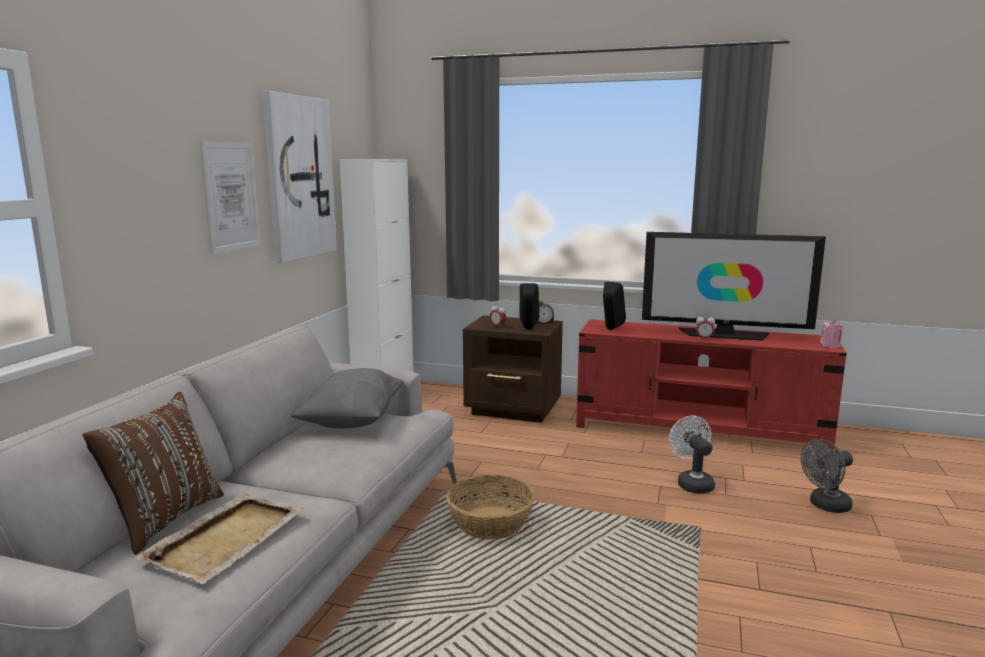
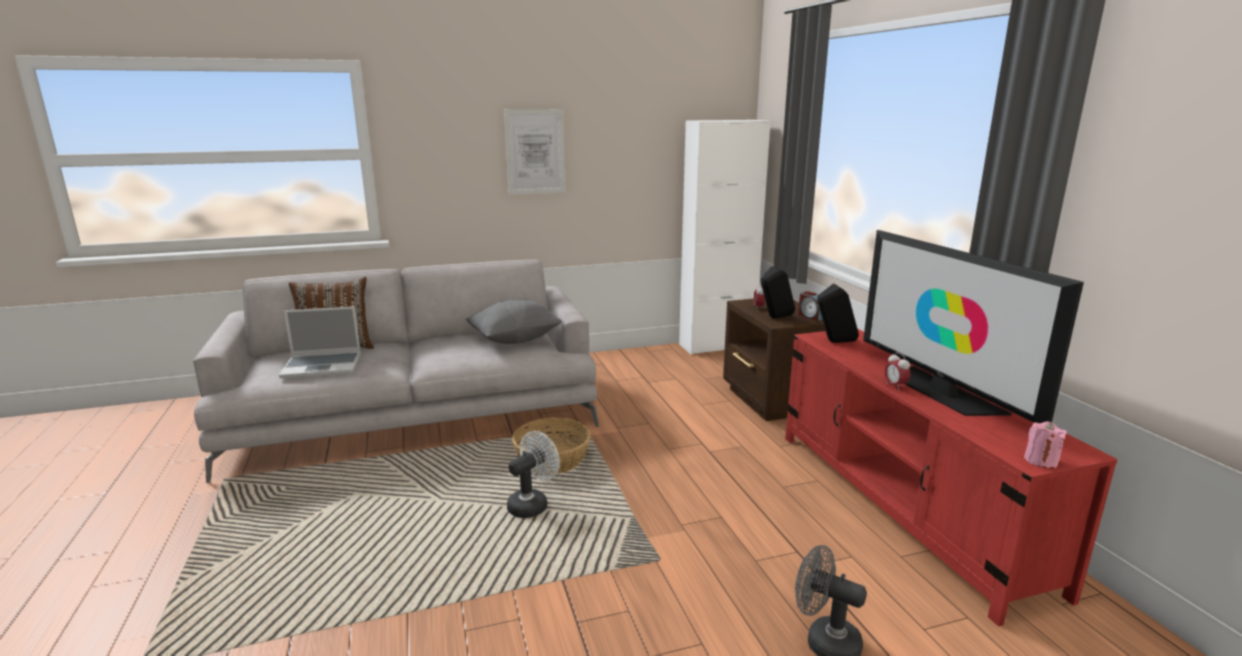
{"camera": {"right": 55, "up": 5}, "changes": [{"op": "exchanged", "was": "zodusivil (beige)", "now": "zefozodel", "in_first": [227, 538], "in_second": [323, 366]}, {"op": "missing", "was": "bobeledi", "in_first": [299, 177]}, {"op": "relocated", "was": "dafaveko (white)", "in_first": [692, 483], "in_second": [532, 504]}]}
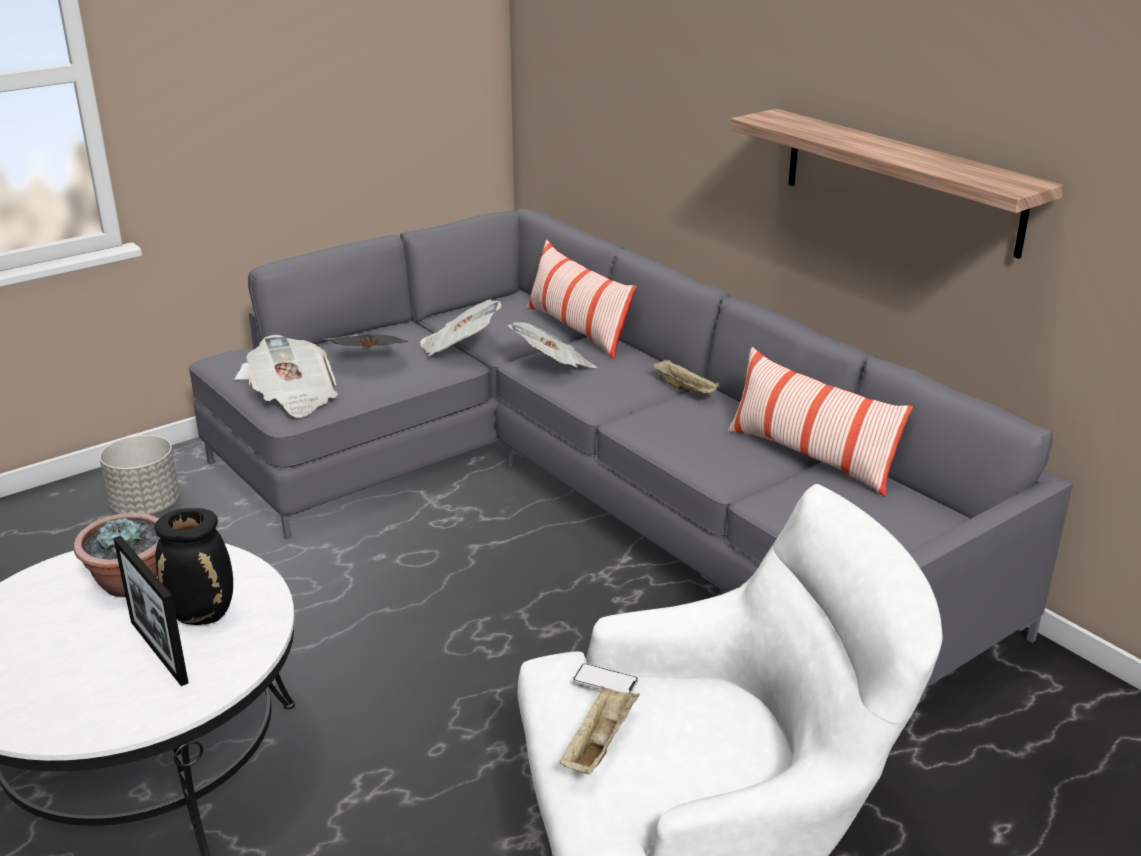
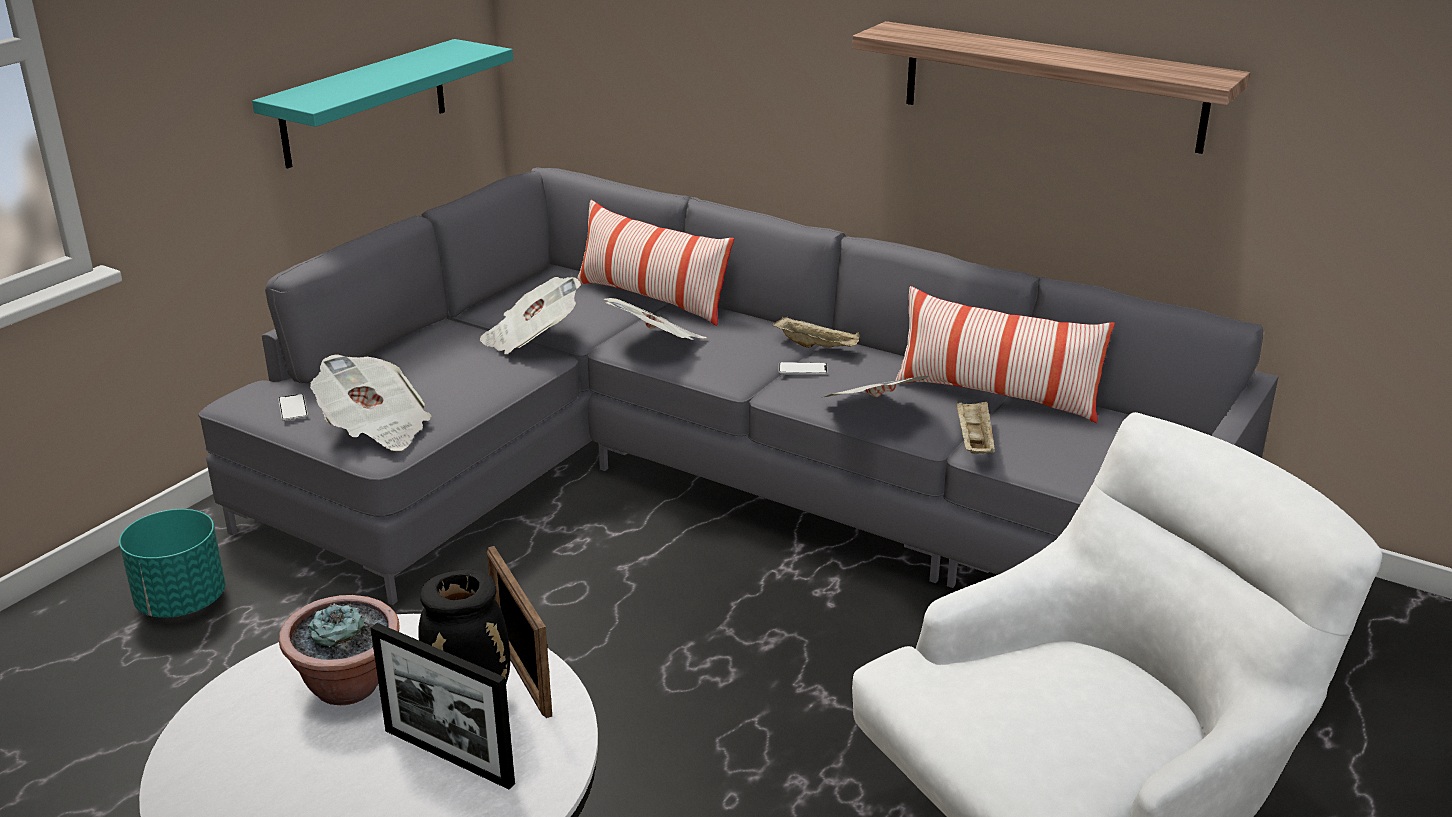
{"camera": {"right": -20, "up": 0}, "changes": [{"op": "colour", "was": "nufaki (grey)", "now": "nufaki (turquoise)", "in_first": [146, 507], "in_second": [182, 603]}, {"op": "relocated", "was": "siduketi", "in_first": [369, 361], "in_second": [873, 413]}, {"op": "relocated", "was": "zodusivil (beige)", "in_first": [599, 744], "in_second": [973, 441]}, {"op": "relocated", "was": "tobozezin", "in_first": [605, 681], "in_second": [802, 369]}, {"op": "appeared", "now": "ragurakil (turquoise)", "in_second": [364, 103]}, {"op": "appeared", "now": "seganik", "in_second": [522, 673]}]}
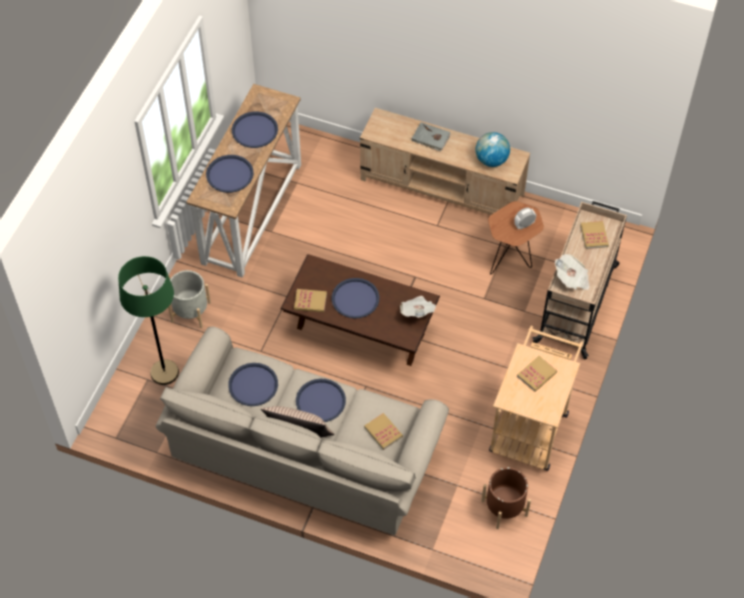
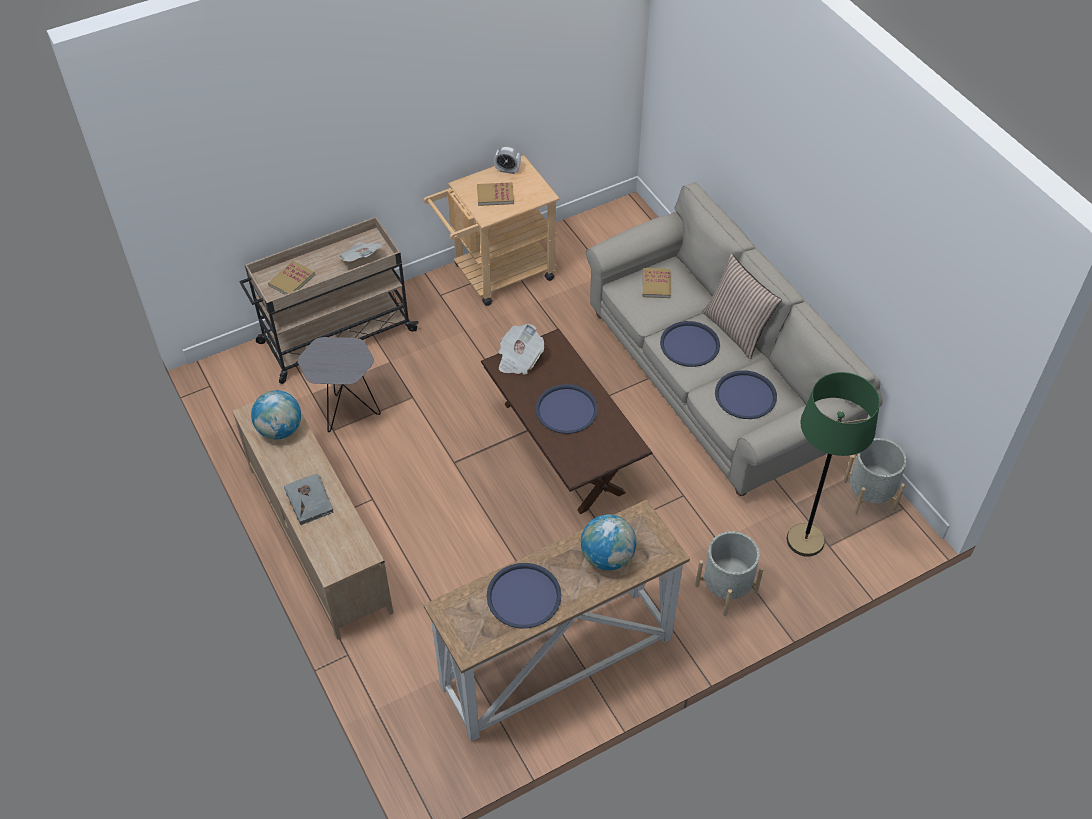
{"camera": {"right": -140, "up": -5}, "changes": [{"op": "exchanged", "was": "zodusivil (blue)", "now": "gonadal", "in_first": [230, 174], "in_second": [607, 557]}, {"op": "missing", "was": "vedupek", "in_first": [310, 301]}, {"op": "missing", "was": "nufaki (brown)", "in_first": [504, 508]}, {"op": "colour", "was": "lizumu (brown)", "now": "lizumu (grey)", "in_first": [510, 261], "in_second": [345, 413]}, {"op": "relocated", "was": "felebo", "in_first": [524, 225], "in_second": [507, 170]}, {"op": "appeared", "now": "nufaki (grey)", "in_second": [869, 495]}]}
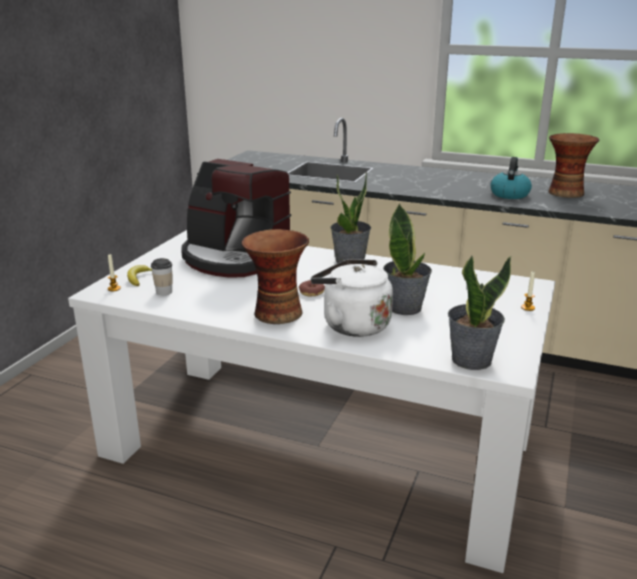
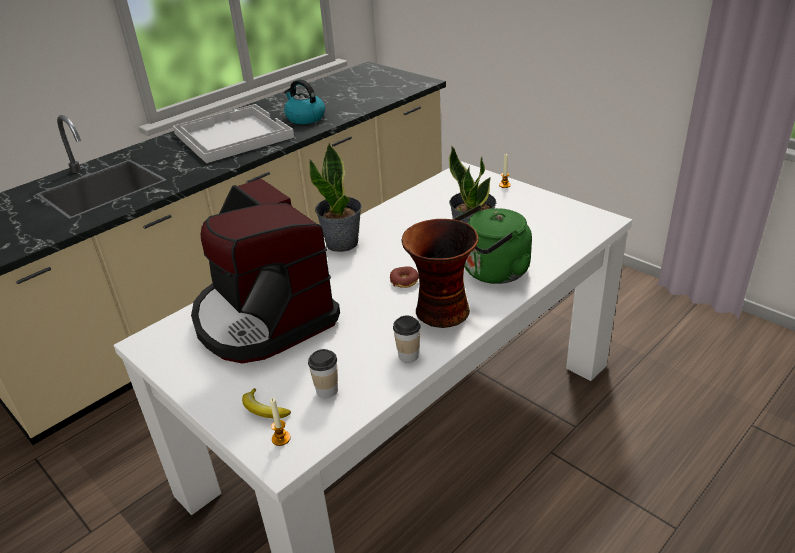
{"camera": {"right": -65, "up": 10}, "changes": [{"op": "spun", "was": "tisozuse", "in_first": [235, 257], "in_second": [263, 317], "clockwise": 90}, {"op": "colour", "was": "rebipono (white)", "now": "rebipono (green)", "in_first": [352, 324], "in_second": [492, 272]}, {"op": "missing", "was": "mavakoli", "in_first": [471, 359]}, {"op": "missing", "was": "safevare", "in_first": [565, 193]}, {"op": "appeared", "now": "zodusivil (white)", "in_second": [232, 135]}, {"op": "appeared", "now": "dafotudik", "in_second": [408, 355]}]}
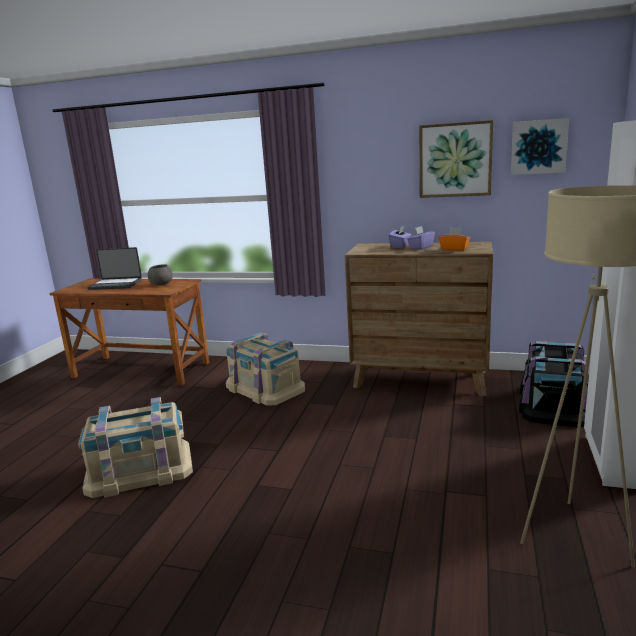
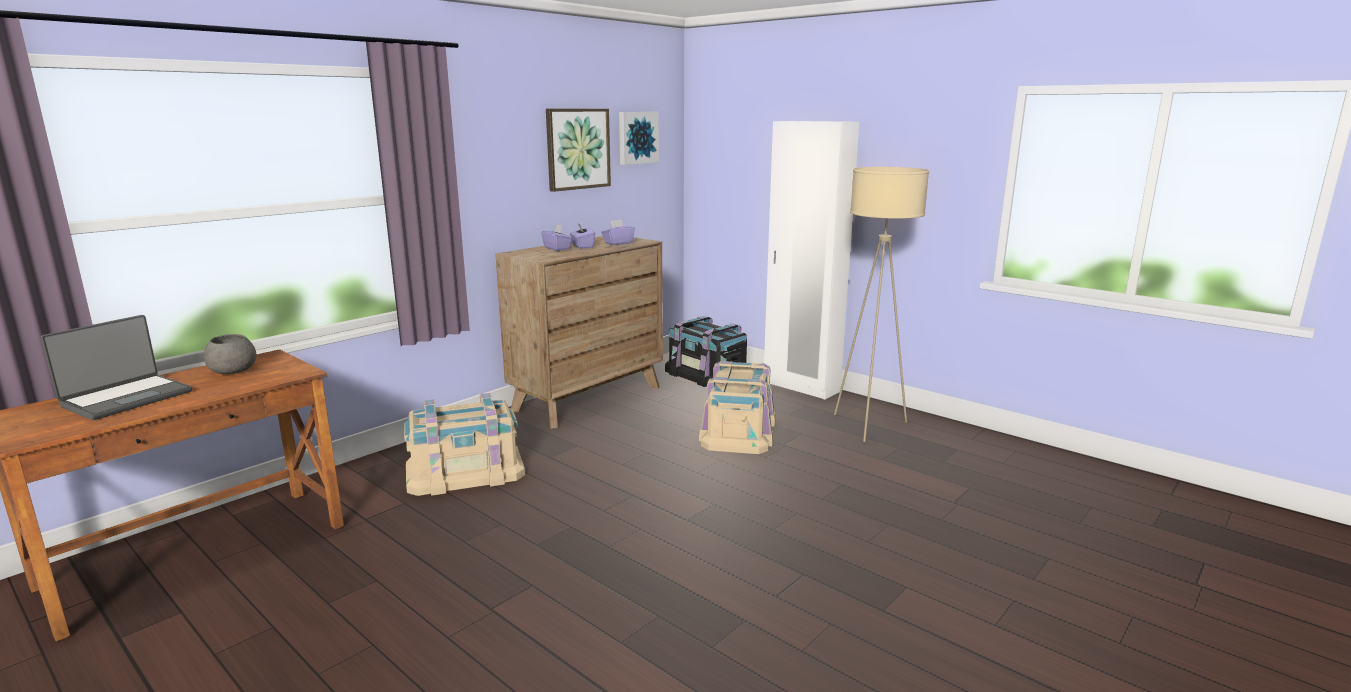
{"camera": {"right": -65, "up": 0}, "changes": [{"op": "relocated", "was": "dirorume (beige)", "in_first": [139, 470], "in_second": [738, 431]}, {"op": "colour", "was": "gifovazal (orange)", "now": "gifovazal (purple)", "in_first": [454, 249], "in_second": [618, 243]}]}
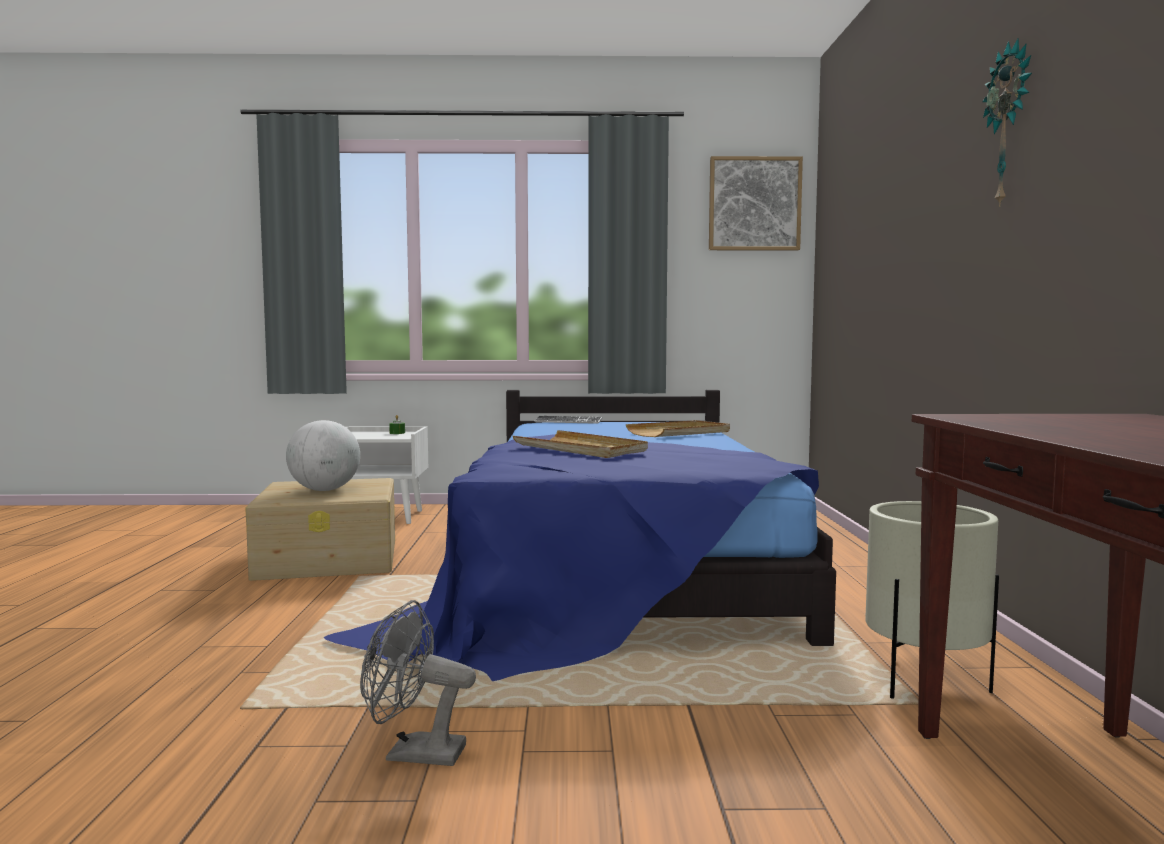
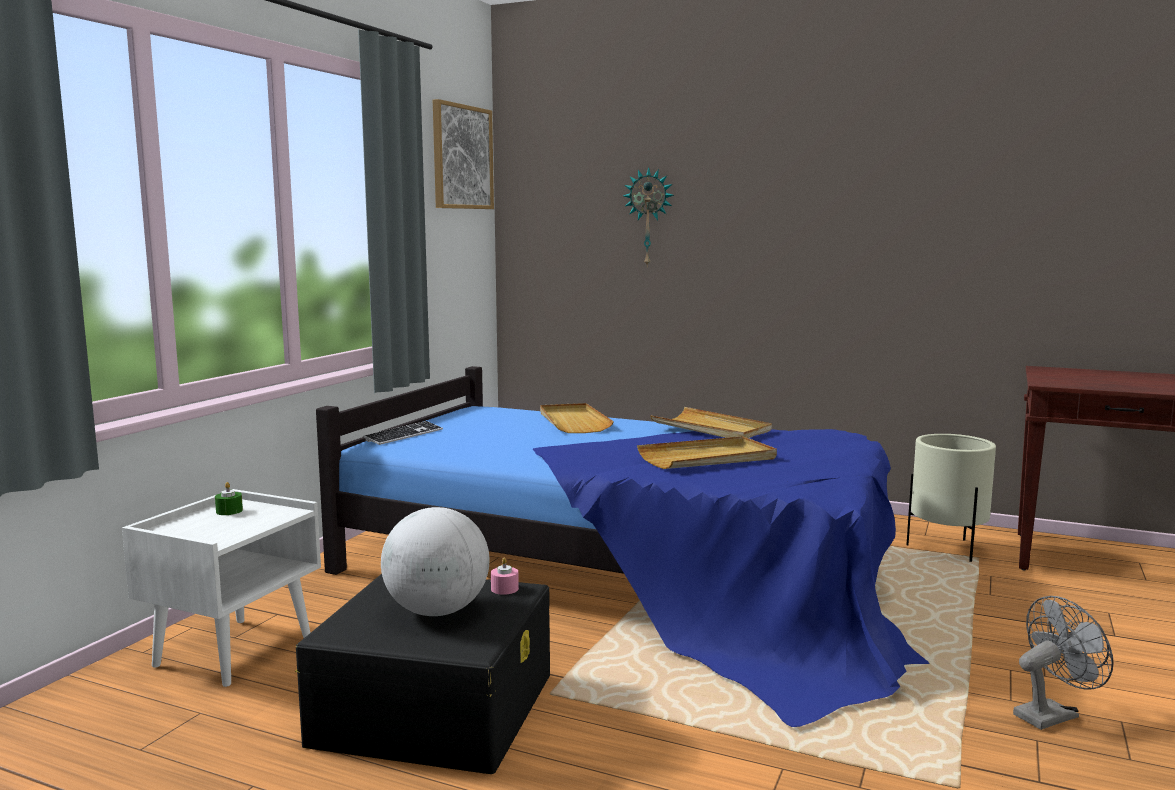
{"camera": {"right": -65, "up": 5}, "changes": [{"op": "colour", "was": "dirorume (beige)", "now": "dirorume (black)", "in_first": [330, 558], "in_second": [436, 707]}, {"op": "spun", "was": "dafaveko (grey)", "in_first": [414, 754], "in_second": [1051, 714], "clockwise": -150}, {"op": "relocated", "was": "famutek", "in_first": [1010, 124], "in_second": [649, 217]}, {"op": "appeared", "now": "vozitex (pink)", "in_second": [504, 589]}, {"op": "appeared", "now": "zodusivil (beige)", "in_second": [711, 428]}]}
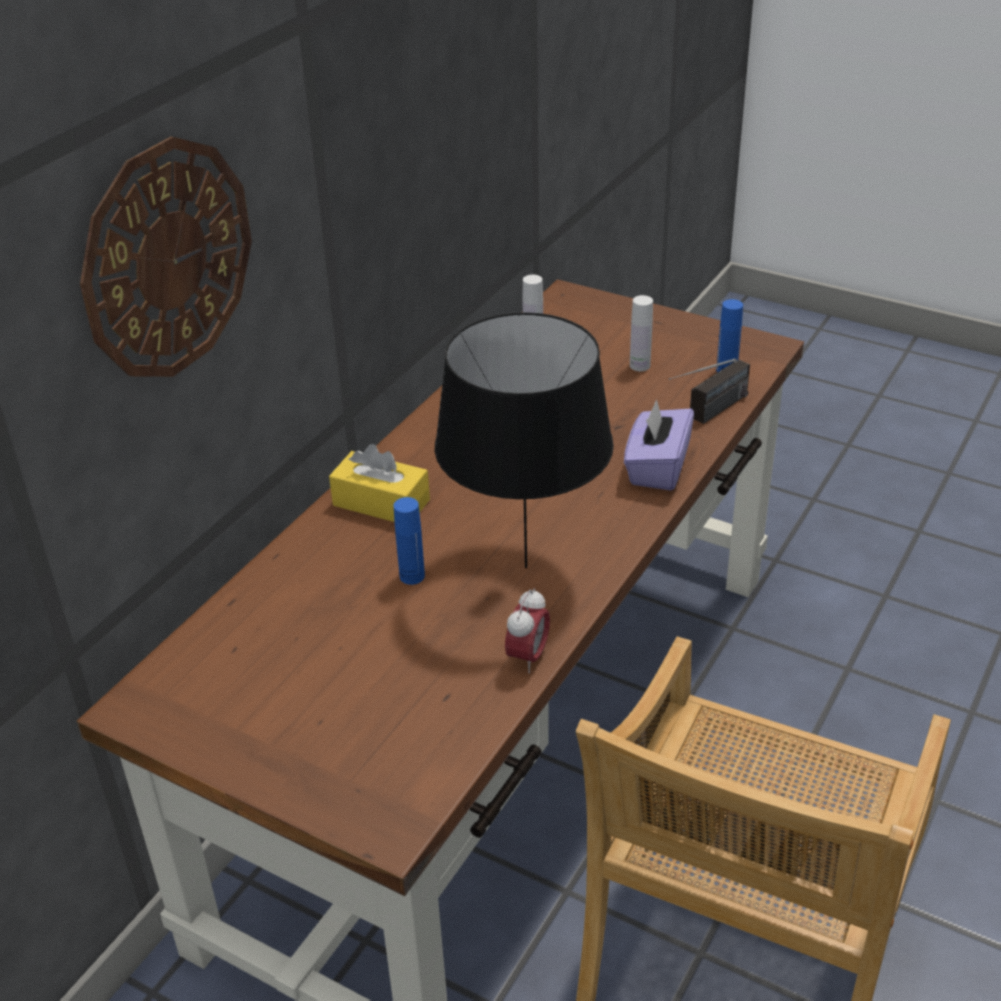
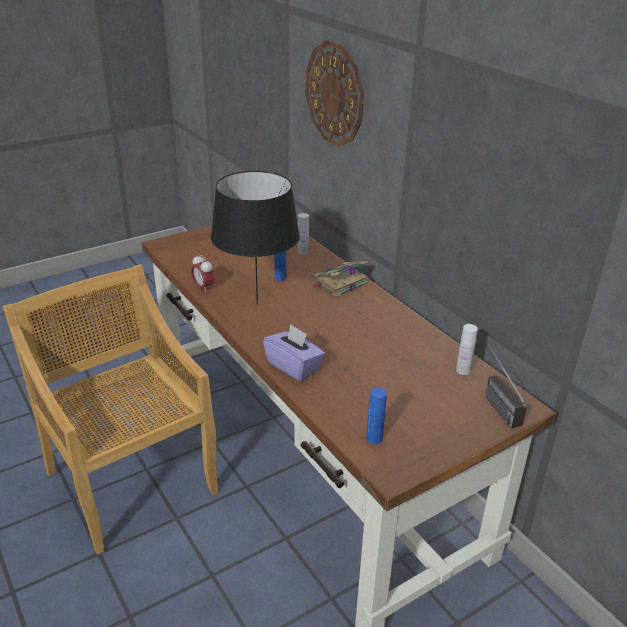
{"camera": {"right": 115, "up": -5}, "changes": [{"op": "exchanged", "was": "gifovazal (yellow)", "now": "vedupek", "in_first": [381, 503], "in_second": [339, 283]}, {"op": "relocated", "was": "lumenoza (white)", "in_first": [639, 366], "in_second": [302, 252]}, {"op": "relocated", "was": "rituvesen", "in_first": [708, 415], "in_second": [494, 402]}]}
